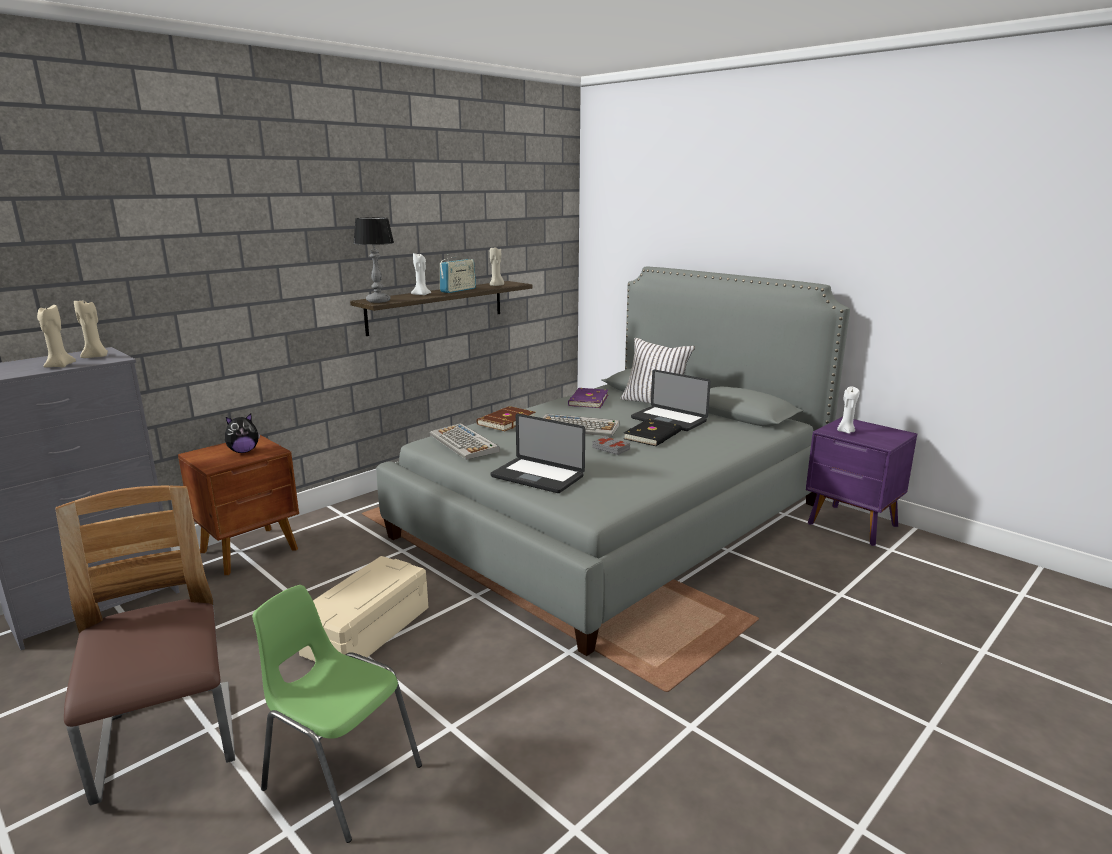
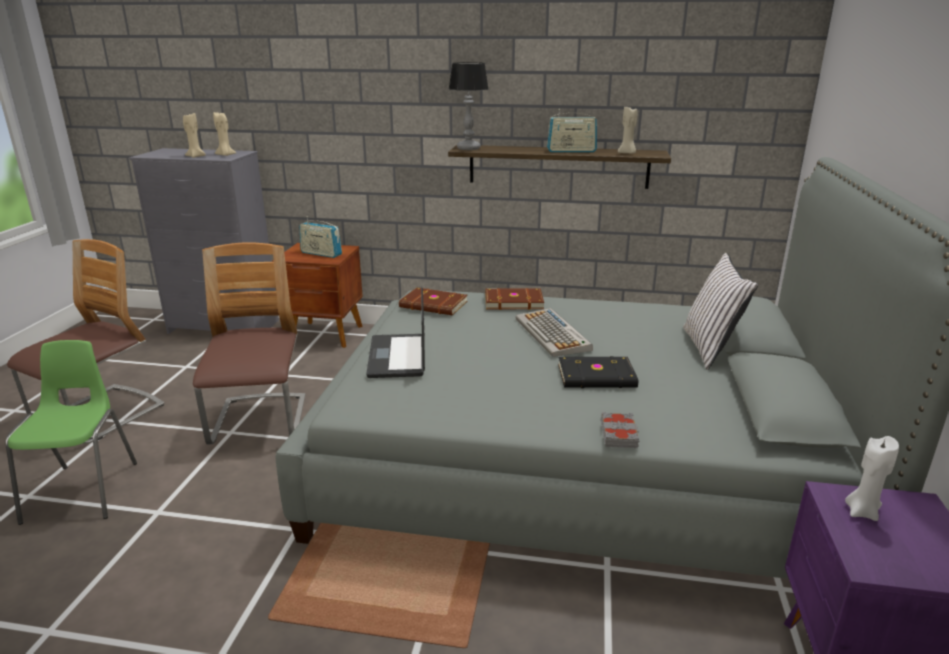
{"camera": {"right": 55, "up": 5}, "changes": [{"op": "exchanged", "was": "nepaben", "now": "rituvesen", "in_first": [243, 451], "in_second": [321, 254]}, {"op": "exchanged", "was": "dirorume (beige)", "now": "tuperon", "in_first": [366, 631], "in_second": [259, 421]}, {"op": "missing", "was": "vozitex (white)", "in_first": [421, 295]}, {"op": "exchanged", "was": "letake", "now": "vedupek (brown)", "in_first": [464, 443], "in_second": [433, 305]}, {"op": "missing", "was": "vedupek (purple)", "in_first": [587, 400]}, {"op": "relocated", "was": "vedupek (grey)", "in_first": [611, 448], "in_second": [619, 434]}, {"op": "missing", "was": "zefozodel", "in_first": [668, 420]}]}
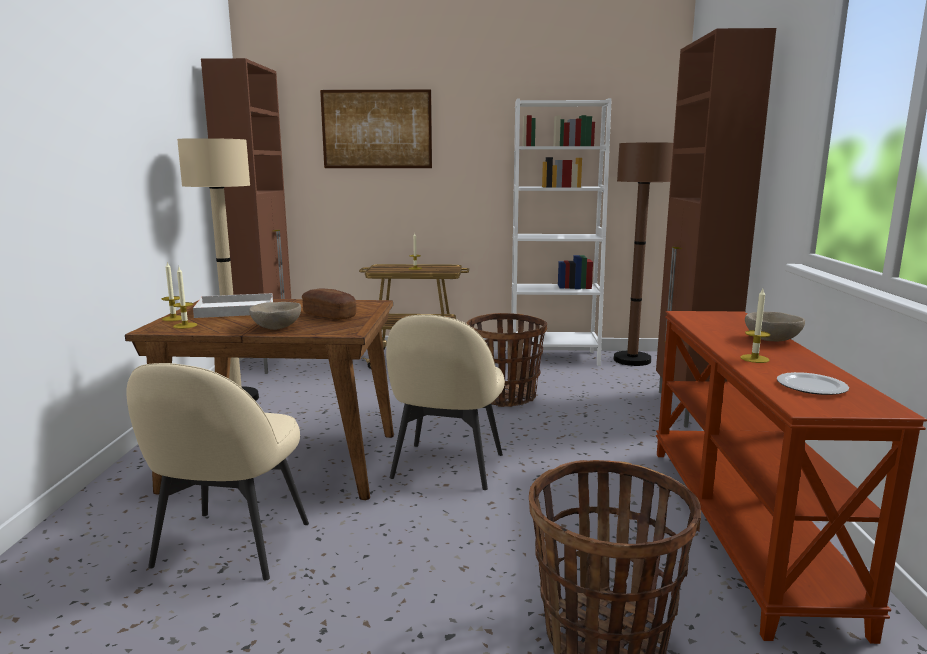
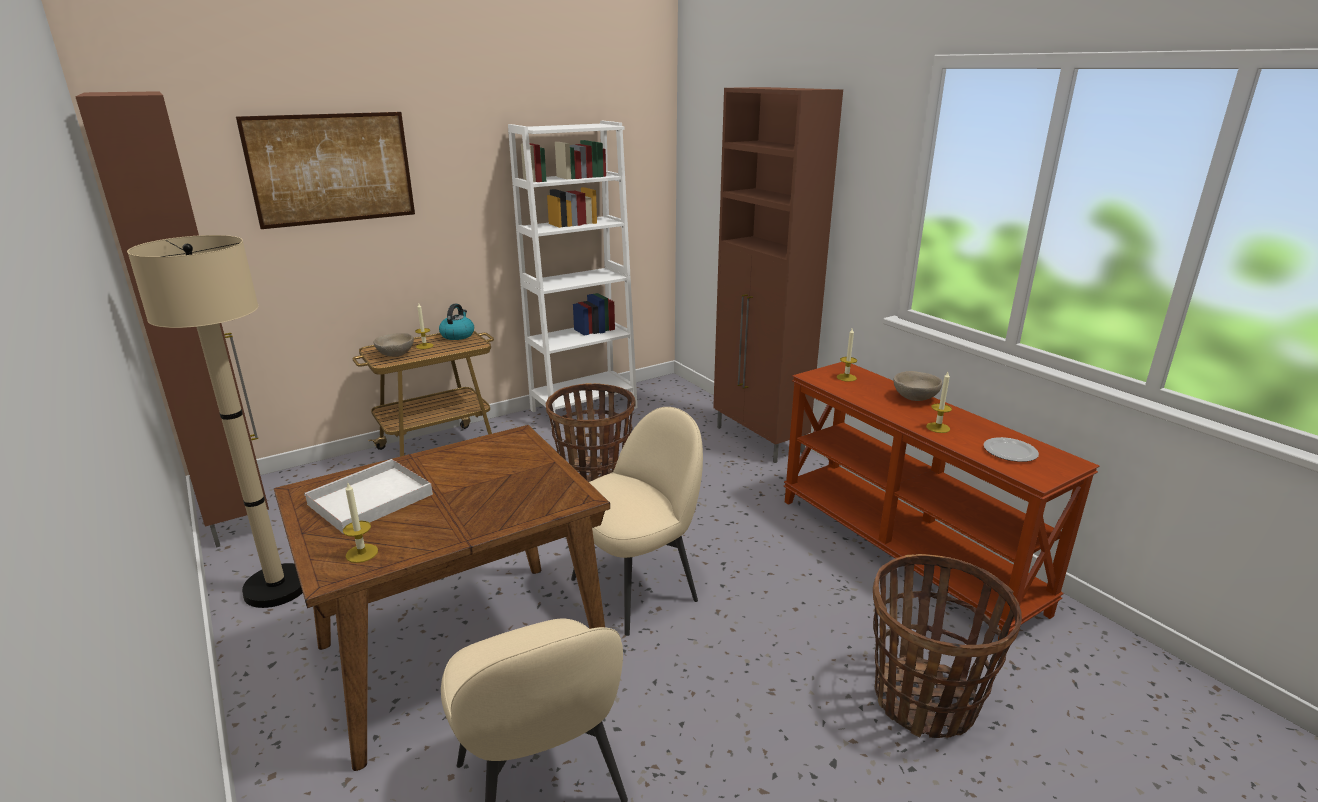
{"camera": {"right": -35, "up": 10}, "changes": [{"op": "relocated", "was": "vozitex", "in_first": [173, 318], "in_second": [846, 377]}, {"op": "relocated", "was": "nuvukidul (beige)", "in_first": [276, 327], "in_second": [395, 354]}, {"op": "missing", "was": "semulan", "in_first": [329, 315]}, {"op": "spun", "was": "tuperon (beige)", "in_first": [446, 467], "in_second": [637, 588], "clockwise": -105}, {"op": "missing", "was": "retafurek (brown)", "in_first": [632, 360]}, {"op": "appeared", "now": "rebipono", "in_second": [457, 335]}]}
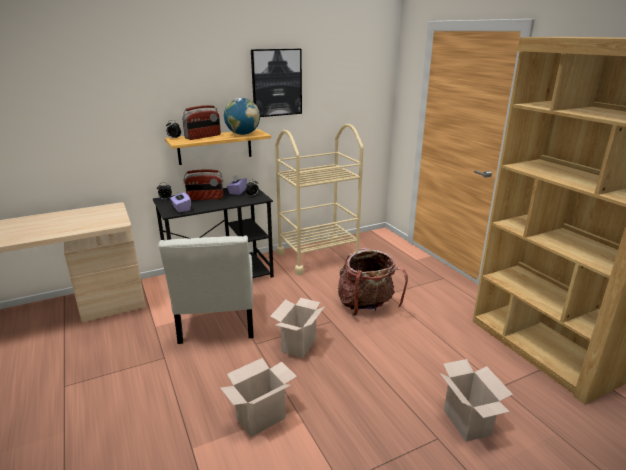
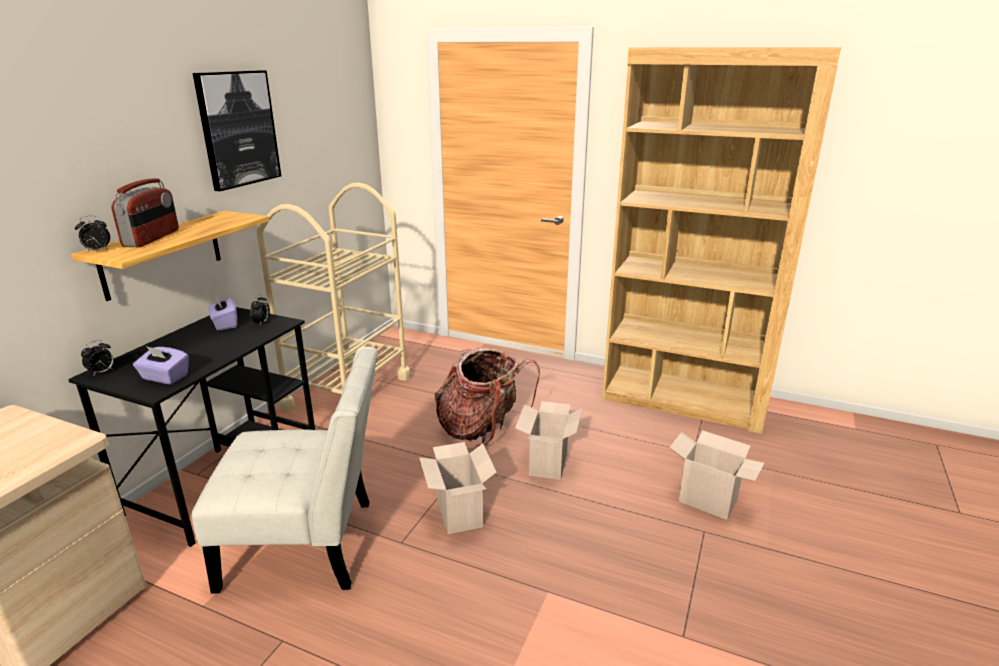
{"camera": {"right": -40, "up": 0}, "changes": [{"op": "spun", "was": "tuperon (white)", "in_first": [217, 323], "in_second": [308, 545], "clockwise": -45}, {"op": "missing", "was": "rituvesen", "in_first": [205, 198]}, {"op": "relocated", "was": "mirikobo", "in_first": [261, 417], "in_second": [547, 463]}, {"op": "missing", "was": "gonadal", "in_first": [243, 134]}]}
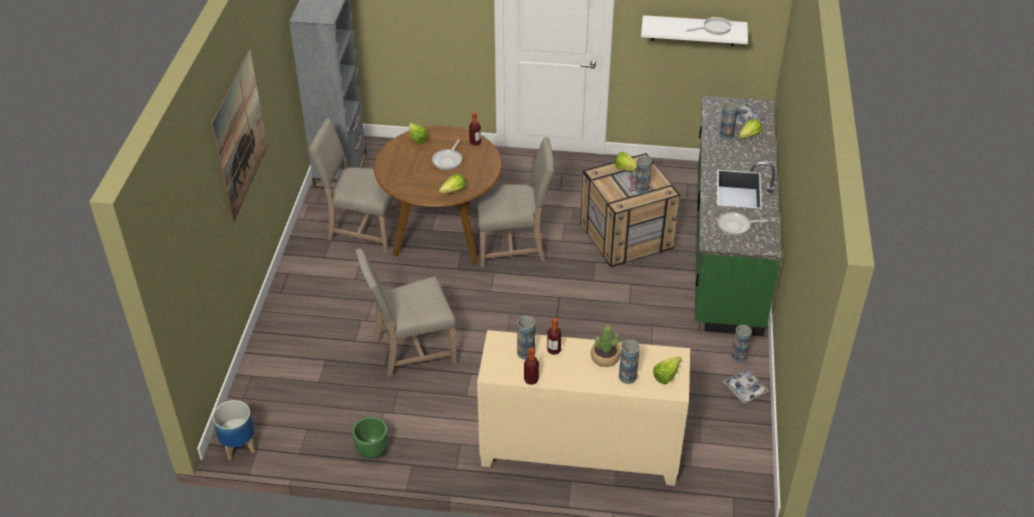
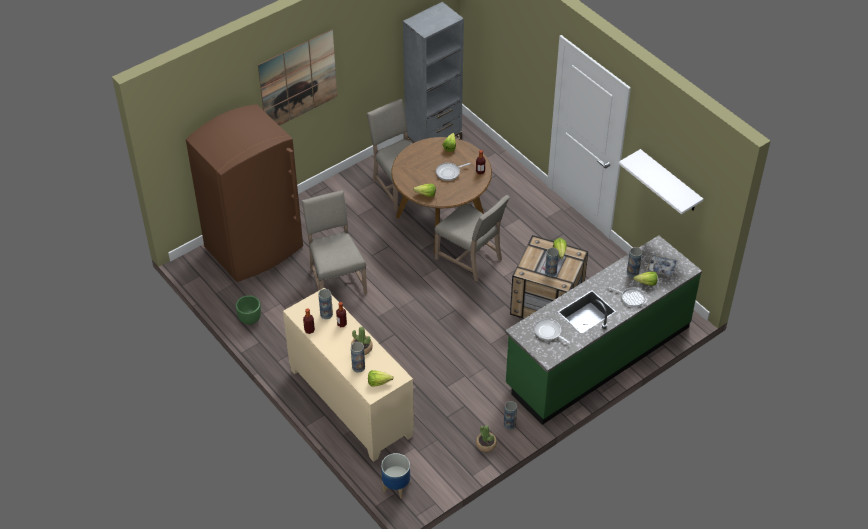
{"camera": {"right": 45, "up": 5}, "changes": [{"op": "relocated", "was": "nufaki", "in_first": [239, 446], "in_second": [396, 486]}, {"op": "spun", "was": "tuperon (beige)", "in_first": [411, 350], "in_second": [336, 279], "clockwise": 45}, {"op": "relocated", "was": "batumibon", "in_first": [714, 28], "in_second": [631, 297]}, {"op": "exchanged", "was": "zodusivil", "now": "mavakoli", "in_first": [745, 389], "in_second": [486, 444]}, {"op": "appeared", "now": "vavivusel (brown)", "in_second": [255, 248]}]}
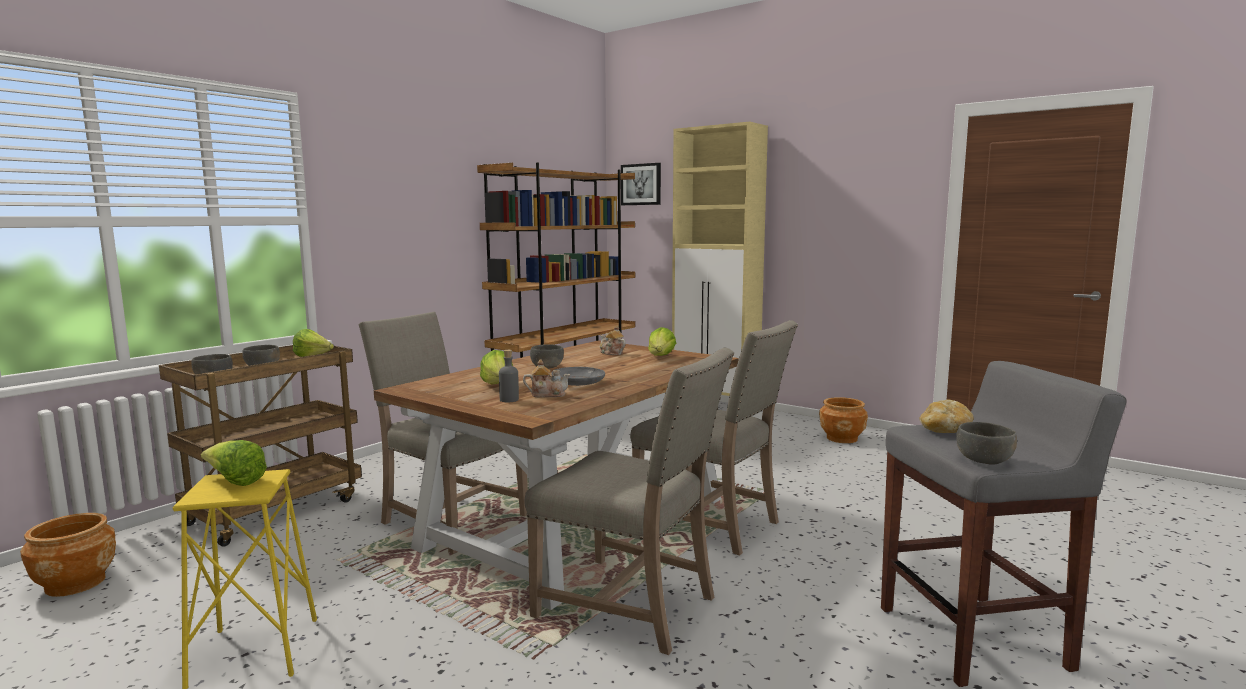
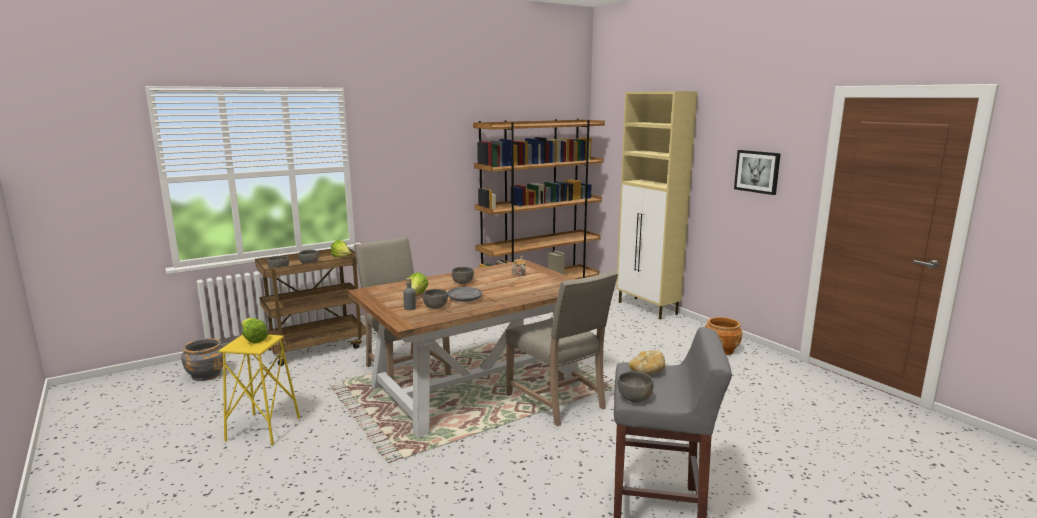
{"camera": {"right": 20, "up": 5}, "changes": [{"op": "colour", "was": "nufaki (brown)", "now": "nufaki (grey)", "in_first": [75, 583], "in_second": [206, 375]}, {"op": "exchanged", "was": "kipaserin", "now": "nuvukidul (grey)", "in_first": [547, 394], "in_second": [435, 306]}, {"op": "missing", "was": "tuperon (beige)", "in_first": [632, 606]}, {"op": "relocated", "was": "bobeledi", "in_first": [641, 184], "in_second": [757, 171]}, {"op": "missing", "was": "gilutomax", "in_first": [661, 357]}]}
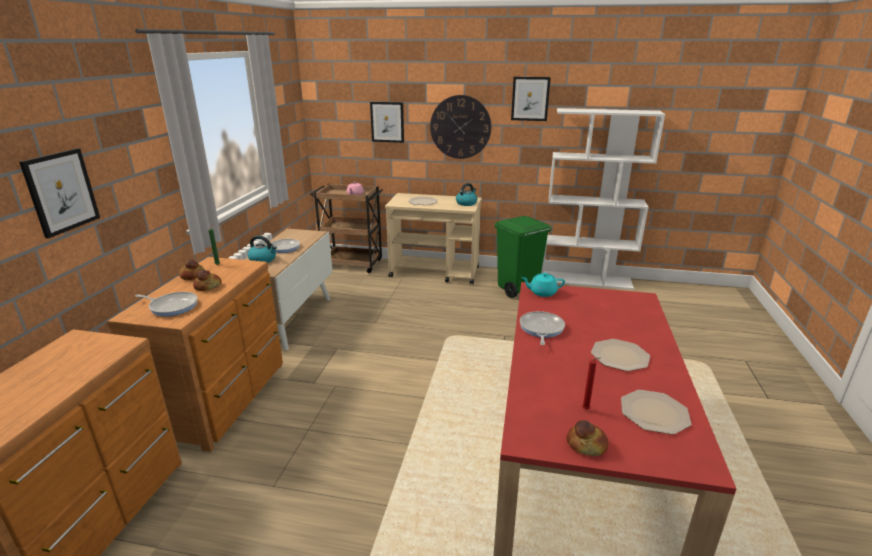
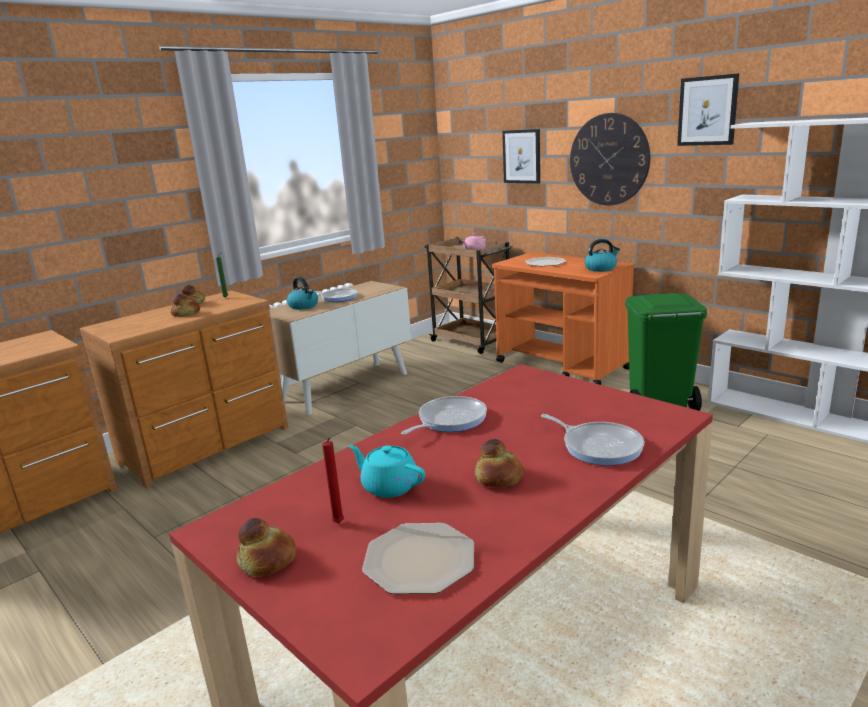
{"camera": {"right": 35, "up": -5}, "changes": [{"op": "missing", "was": "bobeledi", "in_first": [61, 192]}, {"op": "relocated", "was": "batumibon", "in_first": [172, 306], "in_second": [599, 446]}, {"op": "colour", "was": "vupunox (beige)", "now": "vupunox (orange)", "in_first": [435, 272], "in_second": [562, 365]}, {"op": "relocated", "was": "kipaserin (turquoise)", "in_first": [542, 292], "in_second": [389, 486]}, {"op": "exchanged", "was": "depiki", "now": "semulan", "in_first": [619, 356], "in_second": [498, 478]}]}
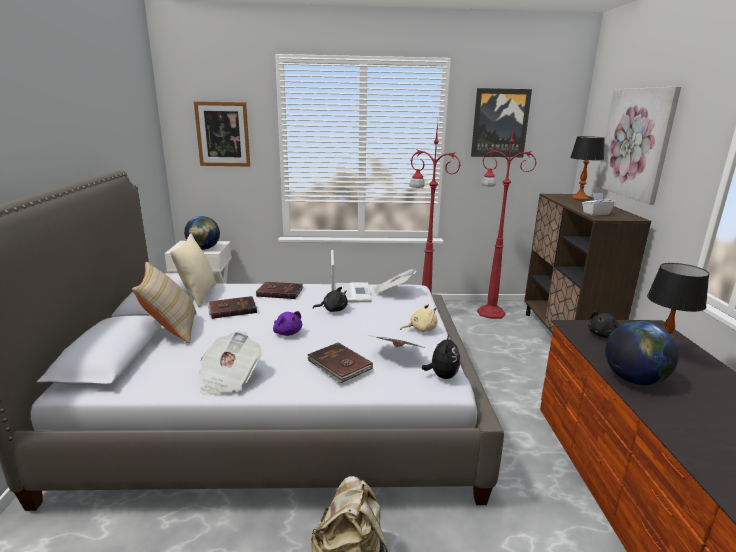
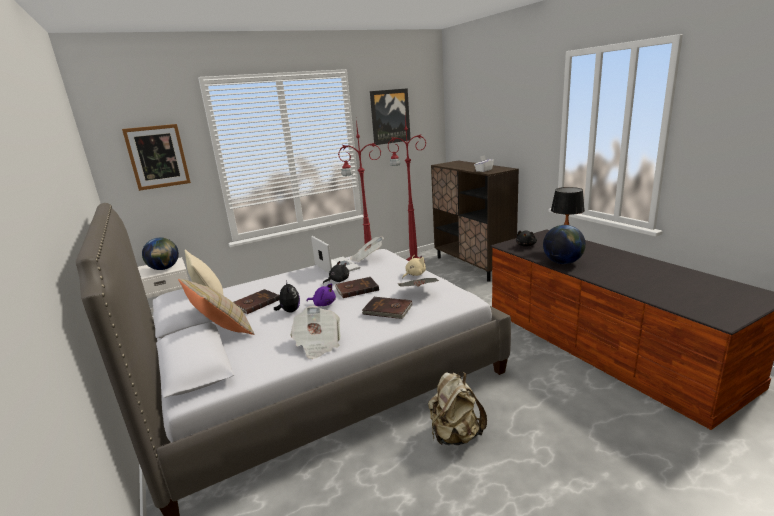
{"camera": {"right": -25, "up": 0}, "changes": [{"op": "relocated", "was": "vedupek (brown)", "in_first": [279, 292], "in_second": [356, 289]}, {"op": "relocated", "was": "nepaben", "in_first": [442, 376], "in_second": [289, 311]}, {"op": "missing", "was": "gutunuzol", "in_first": [579, 198]}, {"op": "missing", "was": "bobeledi", "in_first": [635, 143]}]}
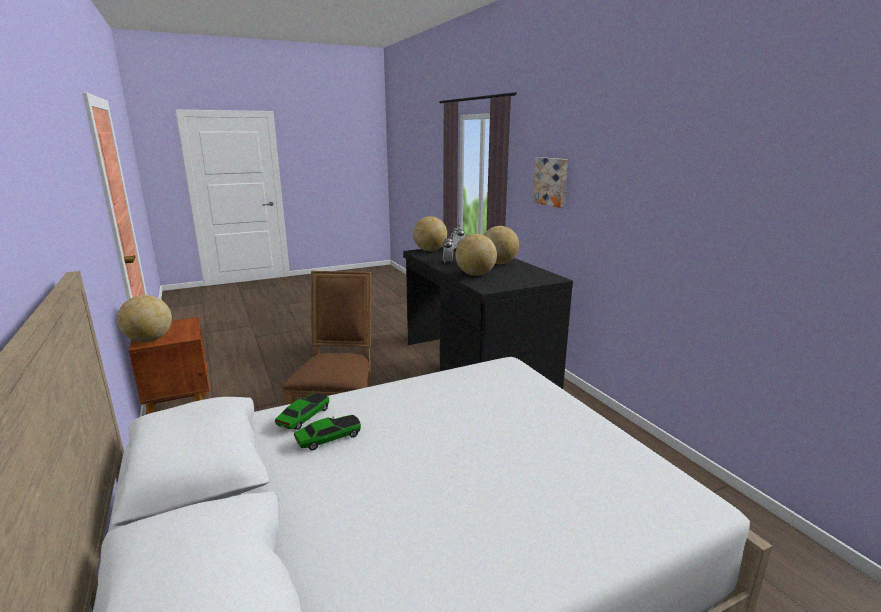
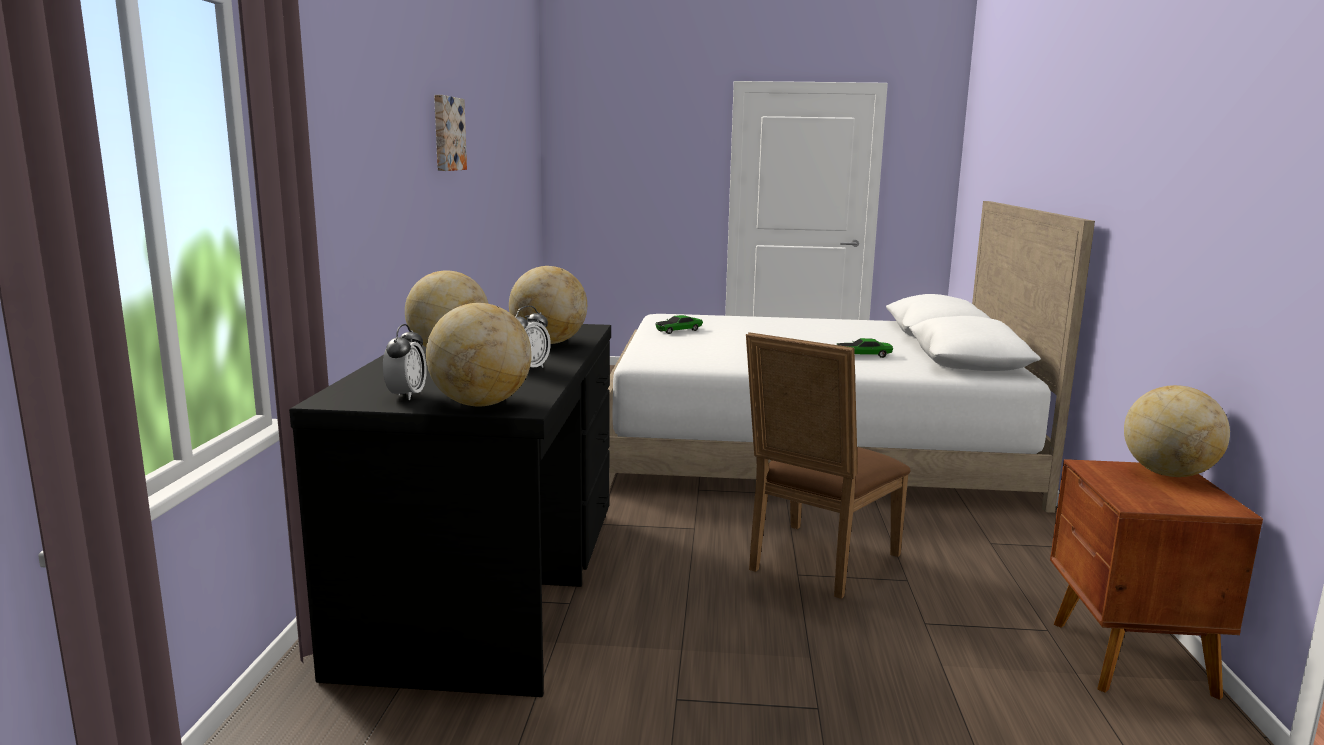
{"camera": {"right": -150, "up": -5}, "changes": [{"op": "relocated", "was": "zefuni", "in_first": [304, 417], "in_second": [678, 331]}, {"op": "relocated", "was": "bobeledi", "in_first": [551, 181], "in_second": [447, 133]}]}
